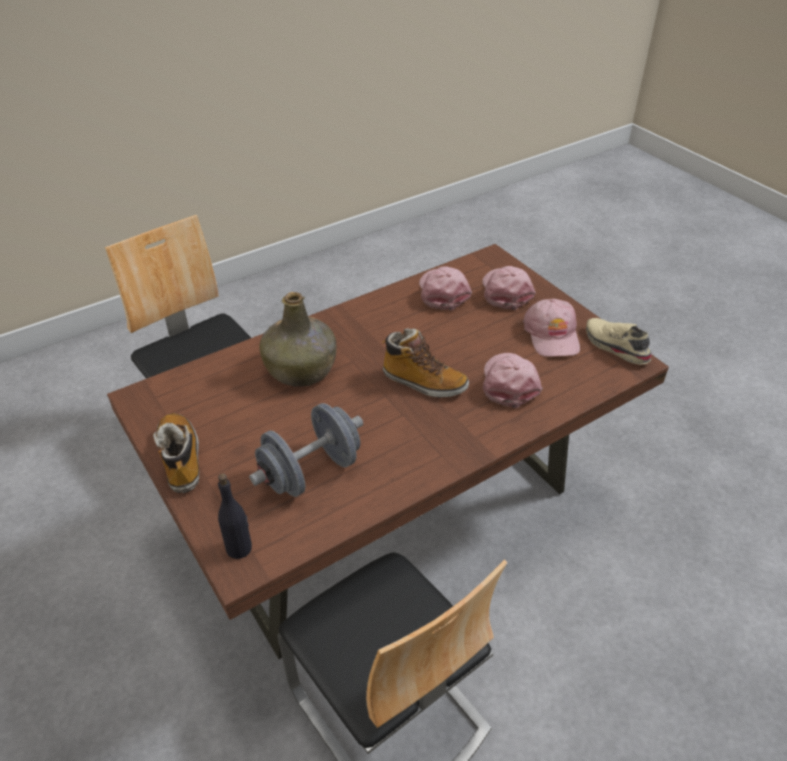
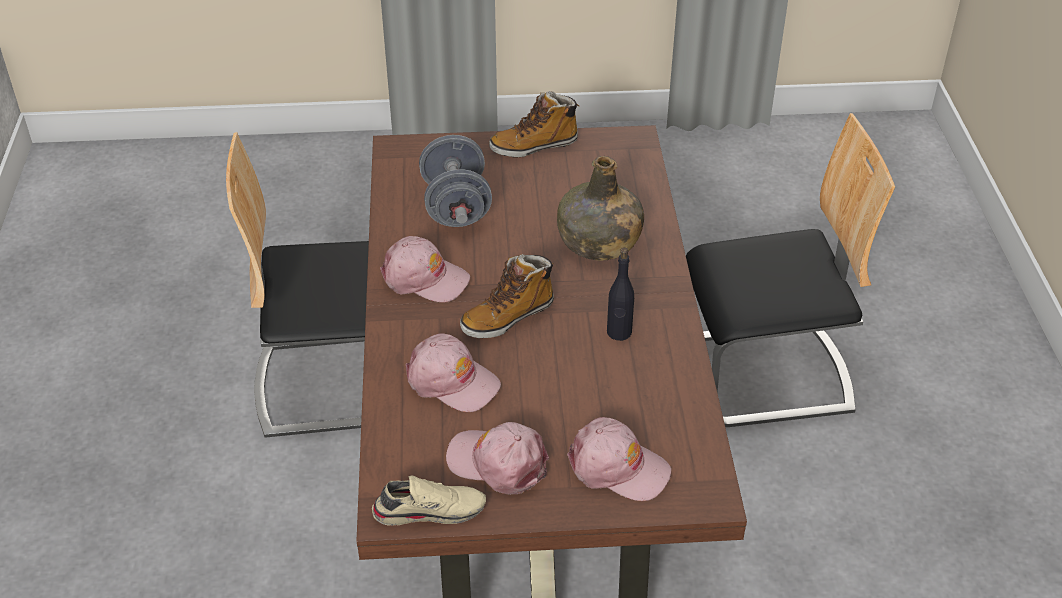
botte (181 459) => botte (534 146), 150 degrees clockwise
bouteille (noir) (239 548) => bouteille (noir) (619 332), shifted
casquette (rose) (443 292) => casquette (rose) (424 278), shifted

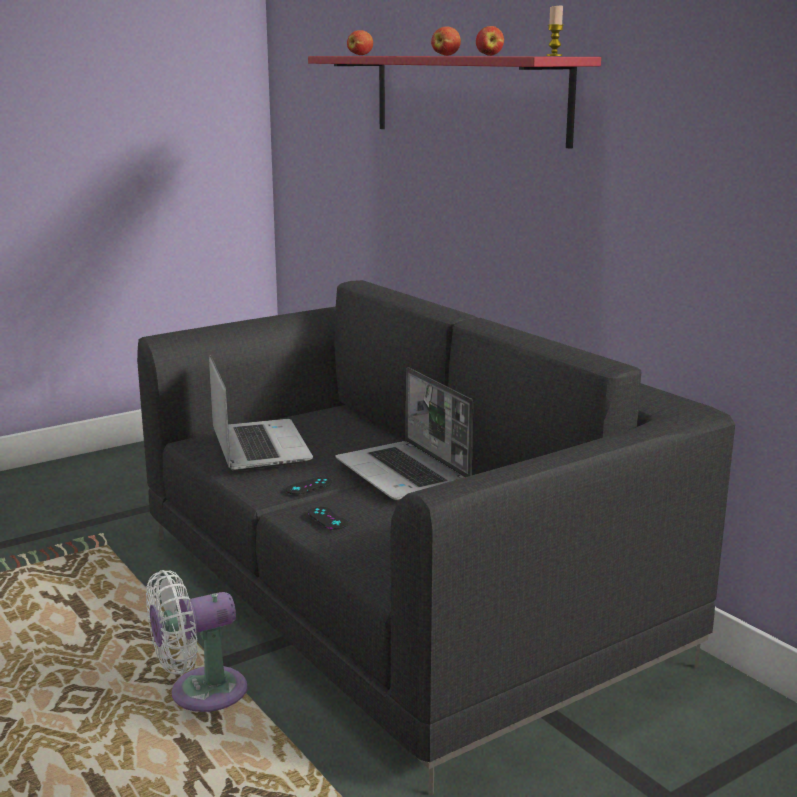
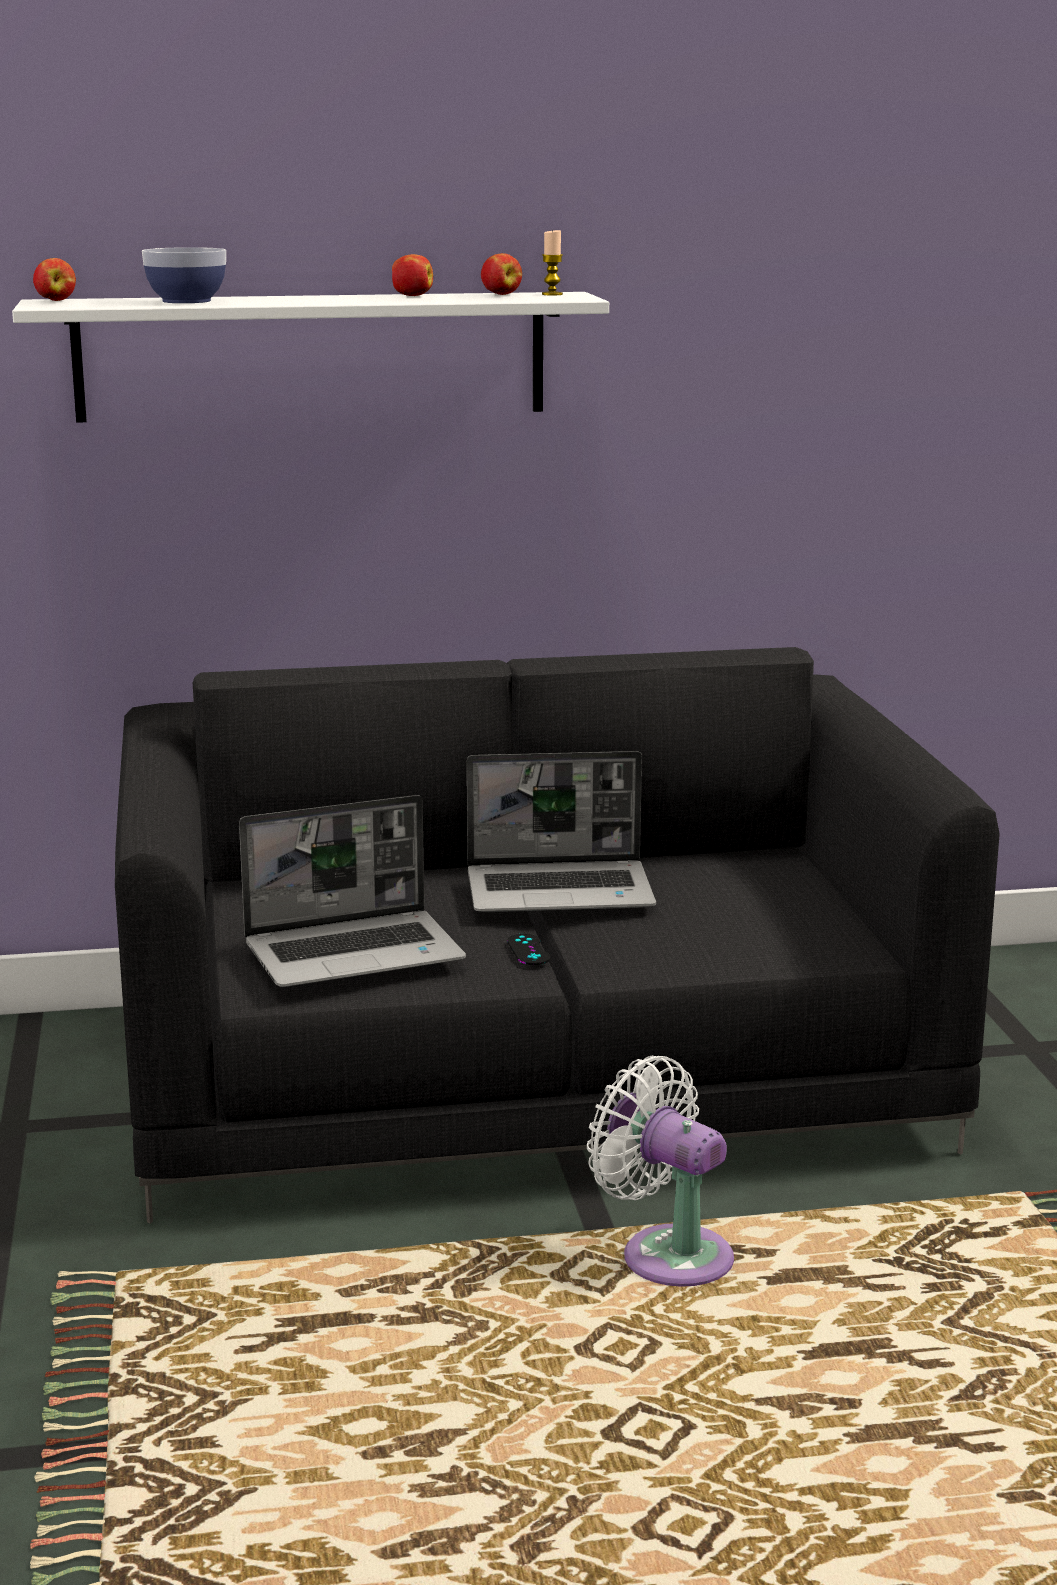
ventilateur (blanc) (200 694) => ventilateur (blanc) (668 1254), 135 degrees clockwise
ordinateur portable (258 447) => ordinateur portable (356 953), 150 degrees clockwise
étagère (rouge) (467 97) => étagère (blanc) (311 356)
manette (noir) (327 518) => nothing
pomme (446 55) => pomme (500 294), shifted
nothing => bol (186 301)

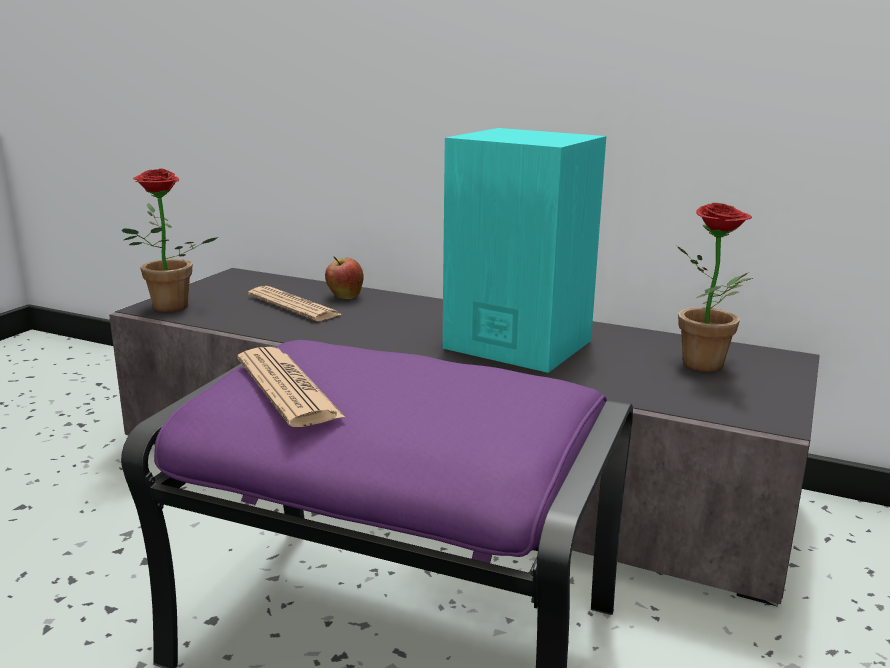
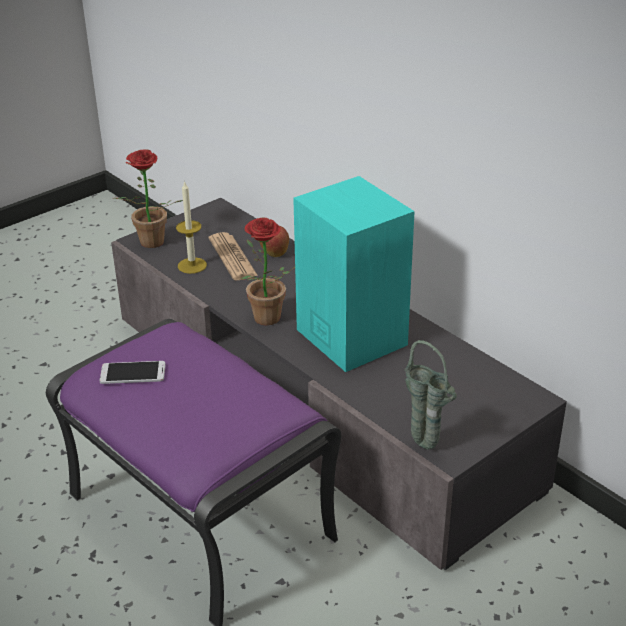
journal (287 388) => téléphone (133 373)
plante en pot (709 367) => plante en pot (267 321), shifted
nothing => bougie (192 265)
nothing => vase (vert) (427 448)

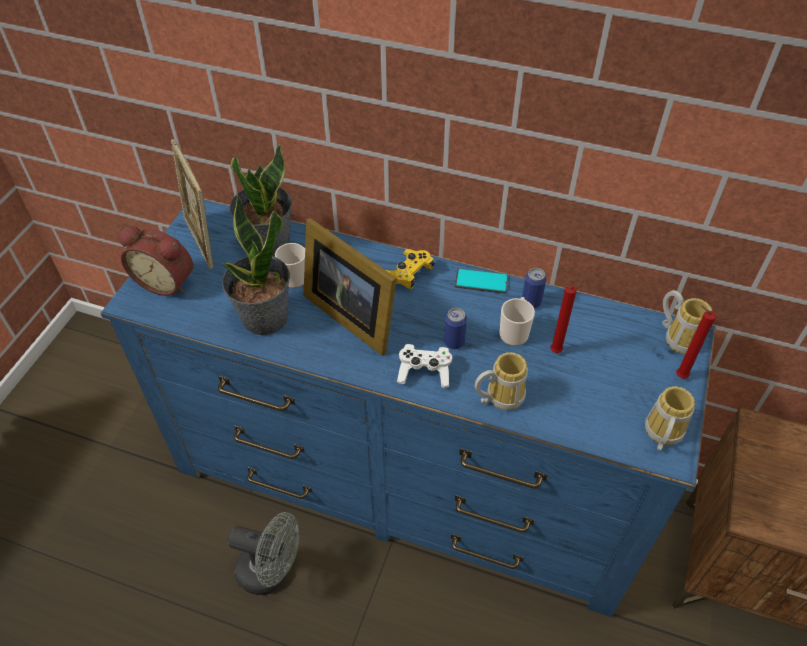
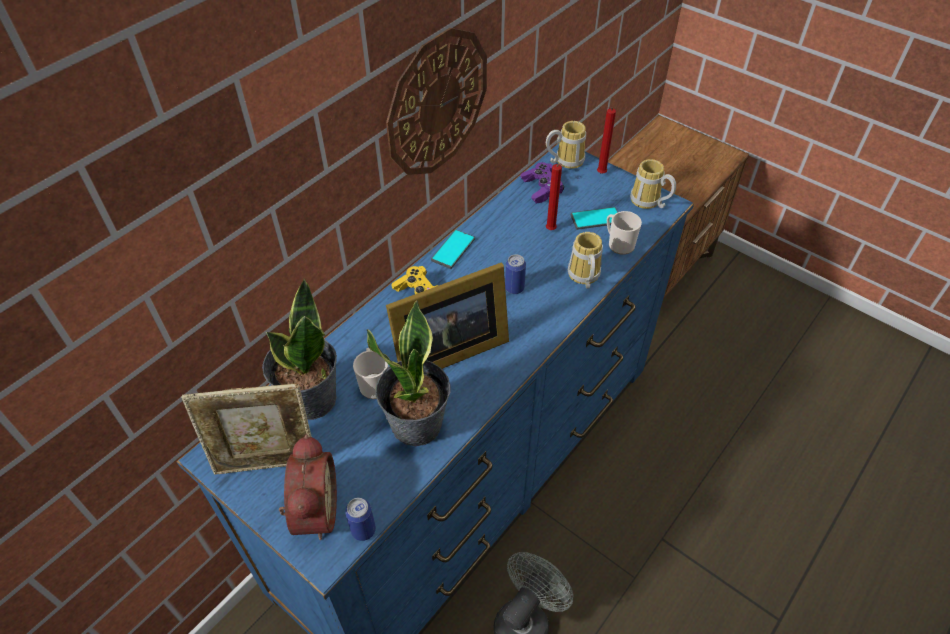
réveil (167 281) => réveil (312 511), 45 degrees counterclockwise
manette (blanc) (424 372) => nothing
mug (514 332) => mug (618 244), shifted
boîte métallique (531 302) => boîte métallique (363 530), shifted
nothing => horloge murale (437 103)
nothing => manette (violet) (541 189)
nothing => téléphone (595 219)

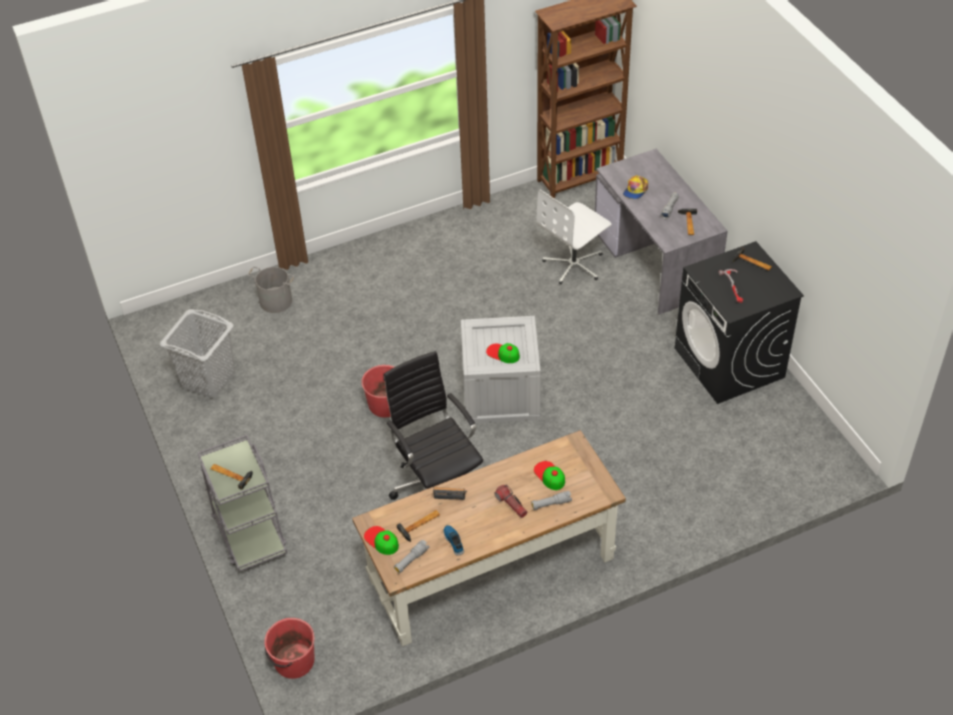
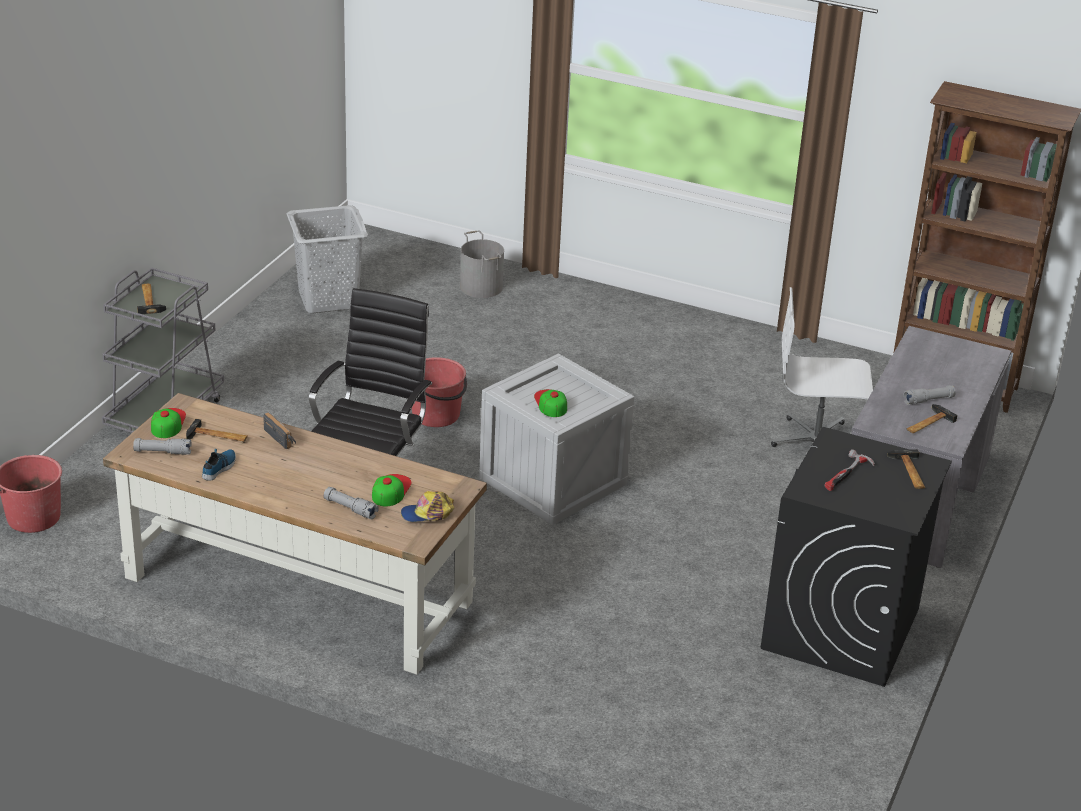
lampe de poche (511 505) => nothing
casquette (635 190) => casquette (427 514), shifted

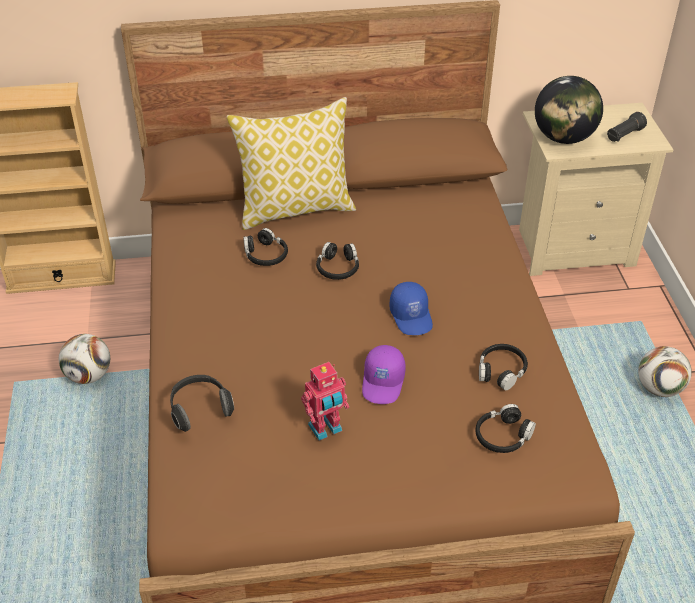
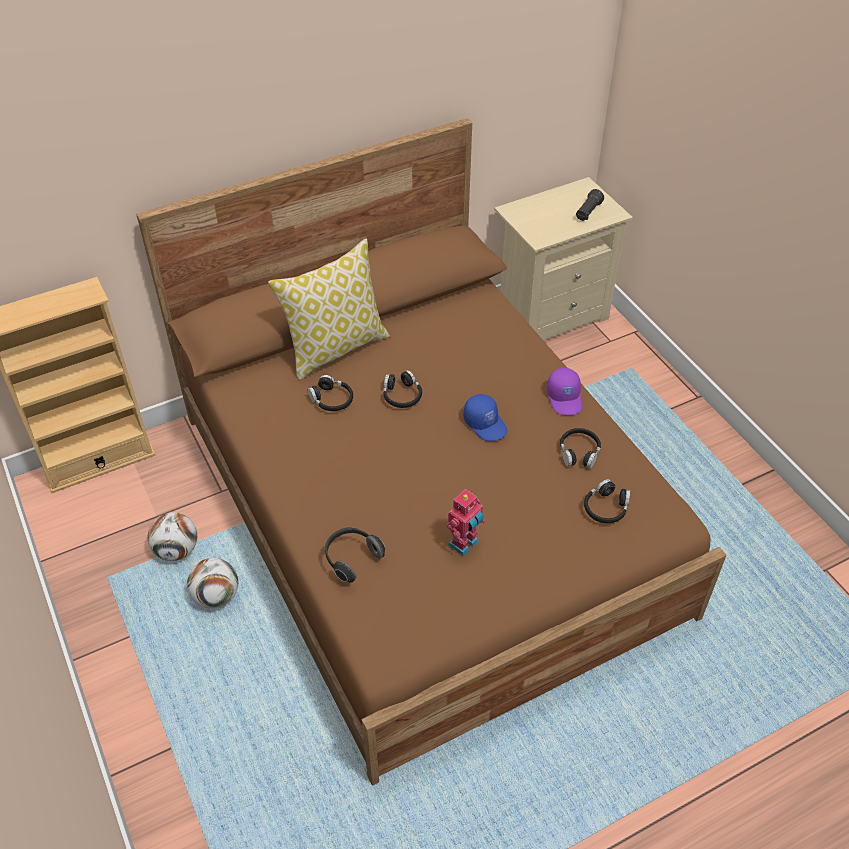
casquette (violet) (383 382) => casquette (violet) (565 398), shifted
globe (563 138) => nothing
ballon de foot (659 388) => ballon de foot (216 596), shifted

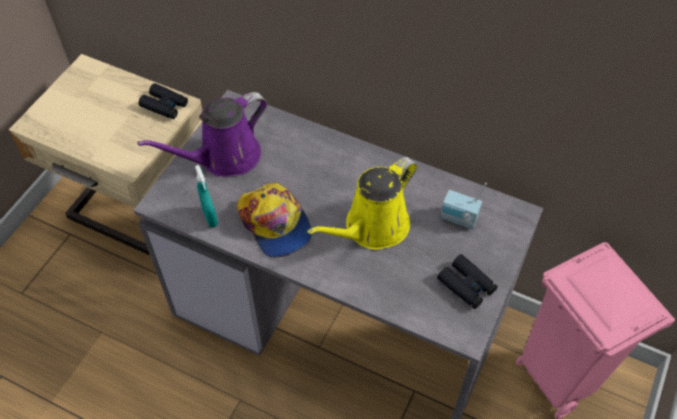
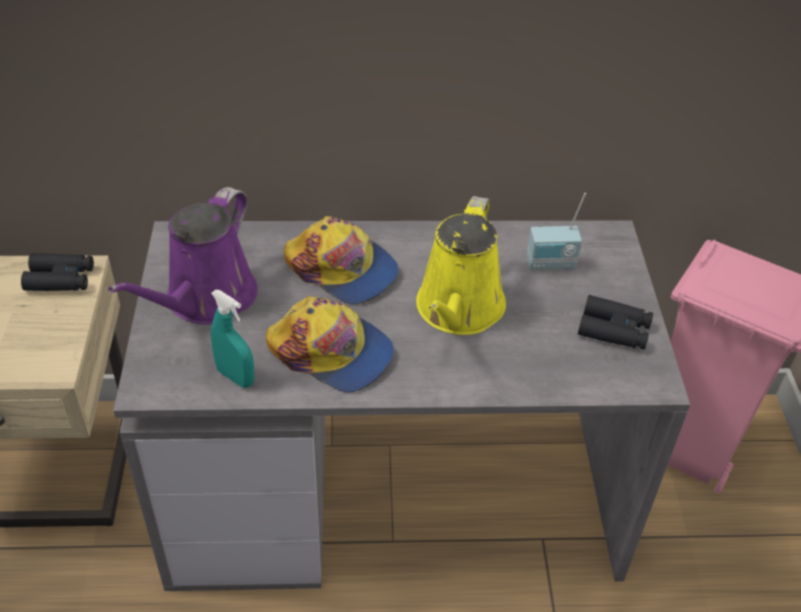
nothing => casquette (342 269)

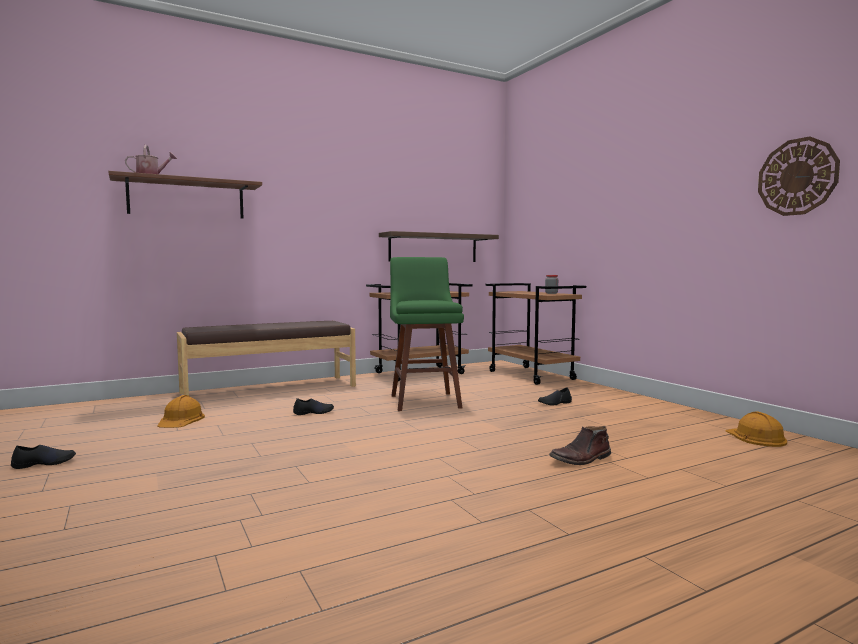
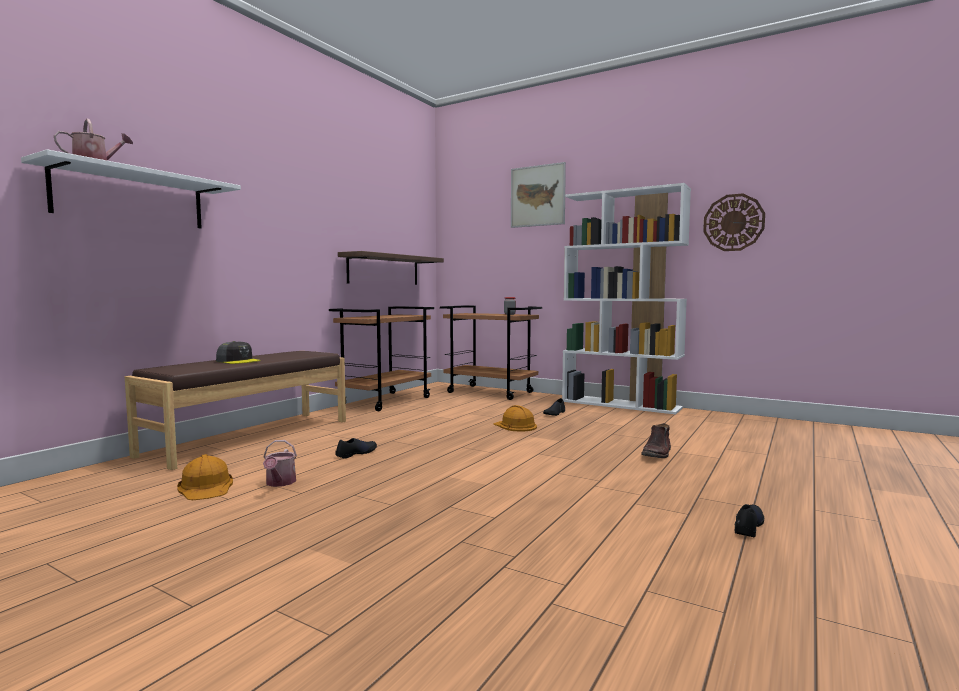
chaussure (noir) (44 463) => chaussure (noir) (748 526), shifted
étagère (marron) (187 199) => étagère (blanc) (131 198)
tabouret (vert) (424 400) => nothing
casque de chantier (orange) (756 437) => casque de chantier (orange) (515 426), shifted
nothing => casquette (gris) (238 361)
nothing => arrosoir (280 483)
nothing => tableau (537 196)
nothing => bibliothèque (blanc) (621 404)

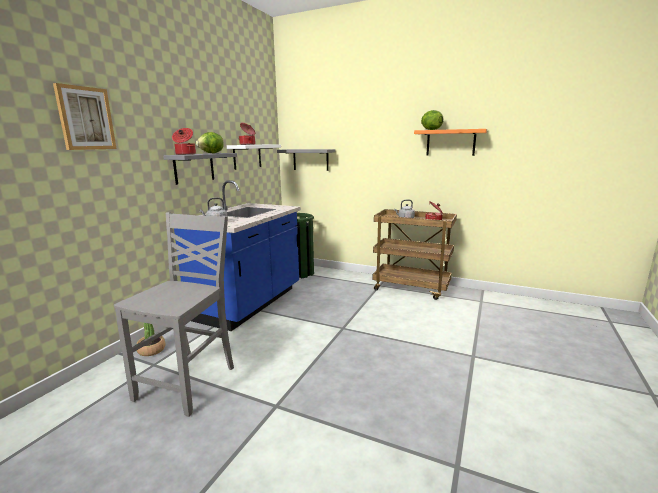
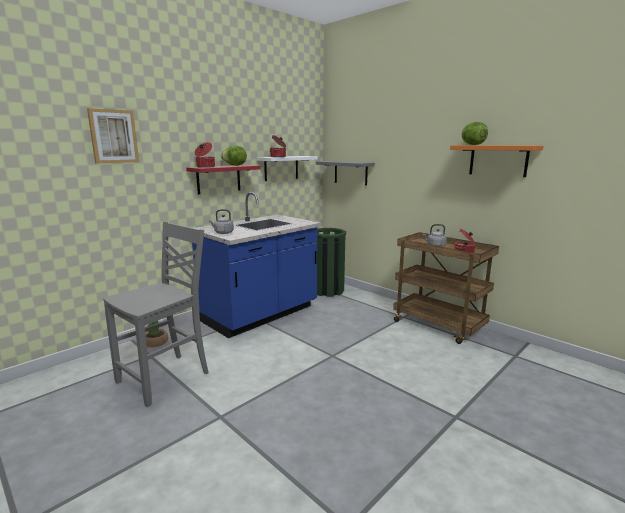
étagère (gris) (194 168) => étagère (rouge) (218 179)

